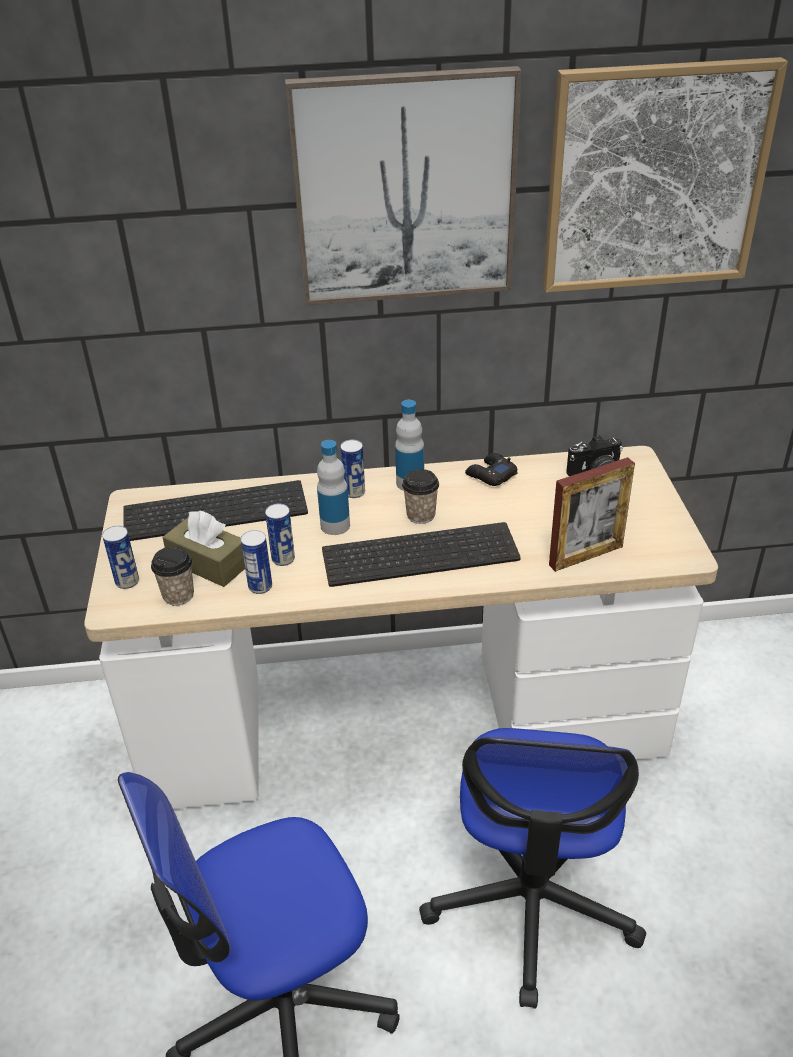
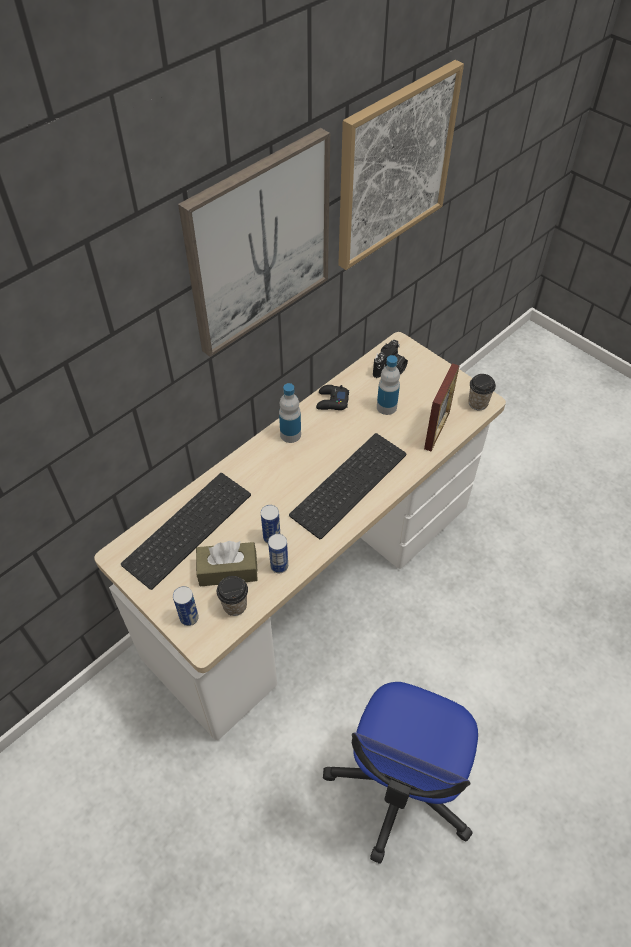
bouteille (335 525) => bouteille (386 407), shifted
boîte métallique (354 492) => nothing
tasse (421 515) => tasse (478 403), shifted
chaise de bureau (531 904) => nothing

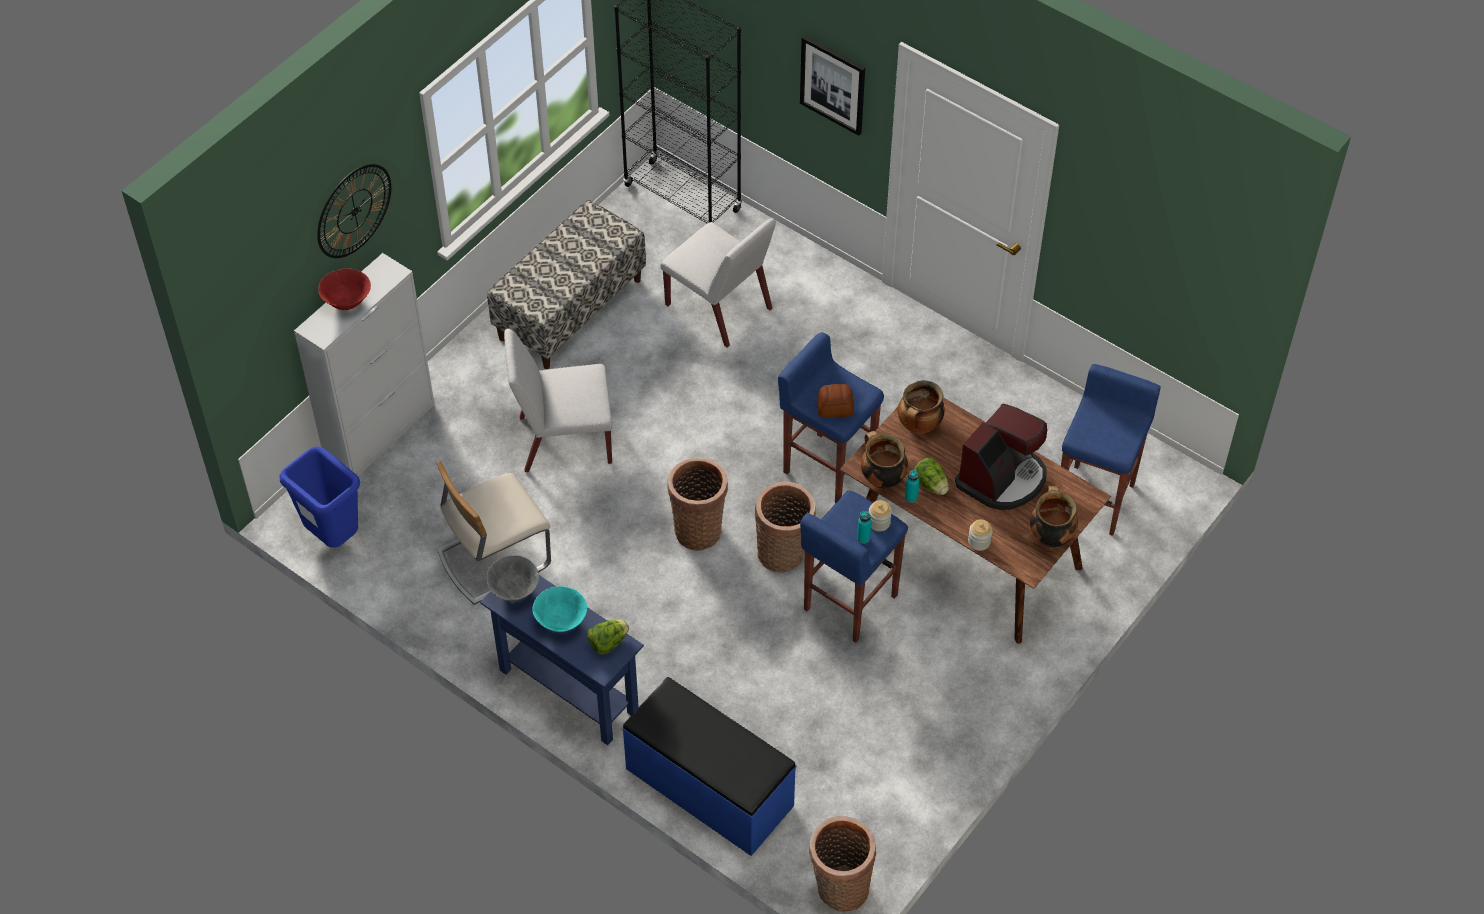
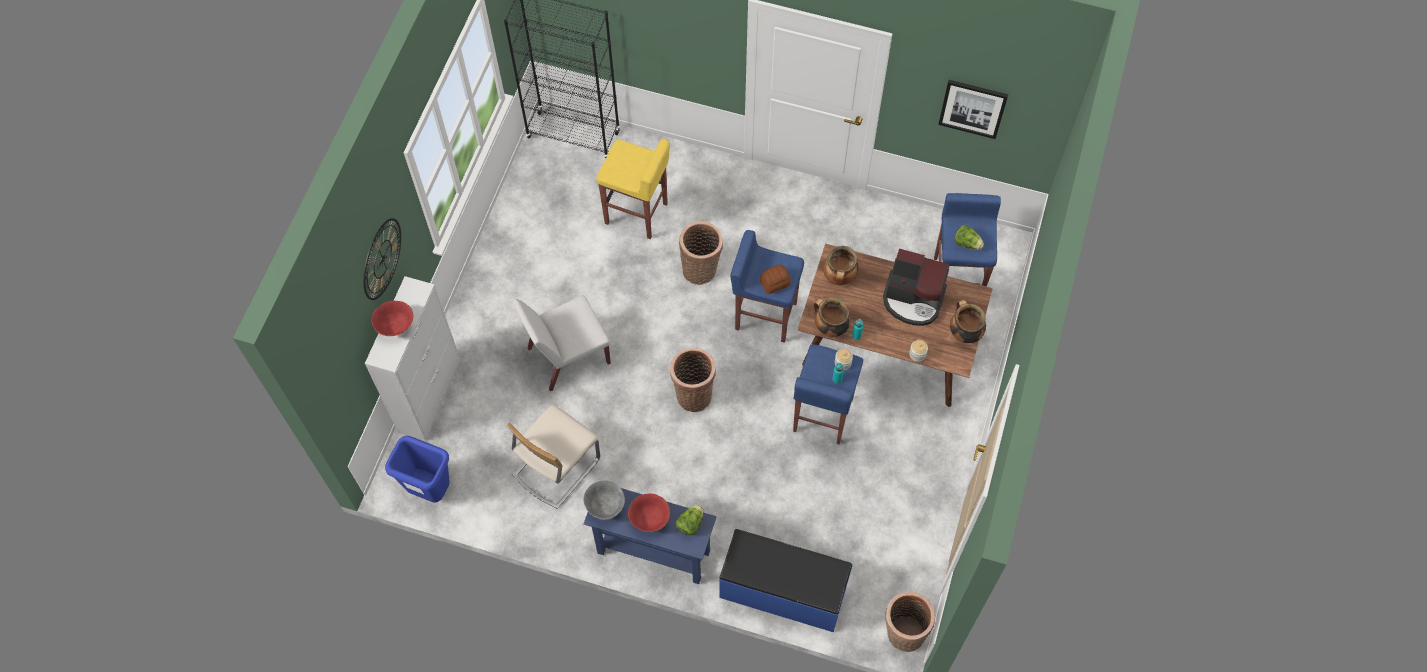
banc (570 308) => nothing
bol (turquoise) (561 622) => bol (rouge) (650 519)
chaise (blanc) (720 308) => tabouret (jaune) (637 214)
panier (784 553) => panier (701 269), shifted
tableau (833 84) => tableau (972 108), shifted
laitue (931 484) => laitue (967 243), shifted
machine à café (1002 478) => machine à café (913 299), 90 degrees clockwise

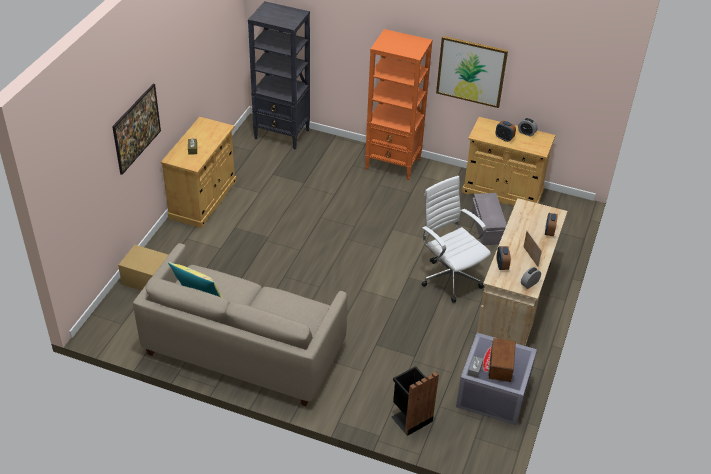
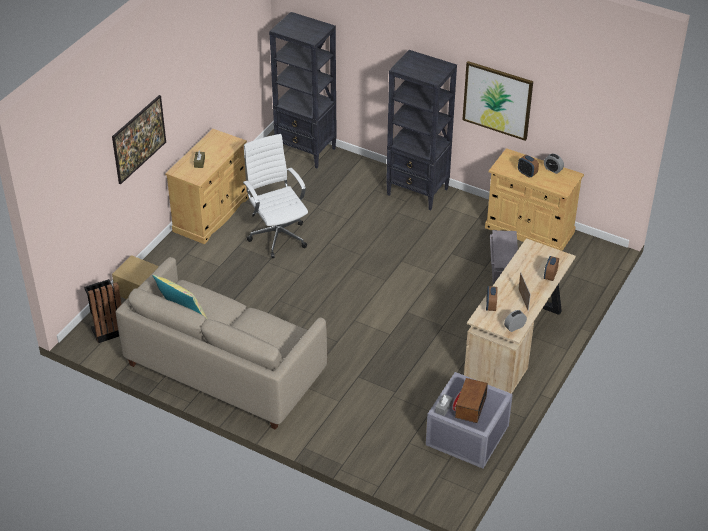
bibliothèque (orange) (393 164) => bibliothèque (noir) (418 192)
poubelle (noir) (410 418) => poubelle (noir) (107 329), shifted
chaise de bureau (blanc) (449 277) => chaise de bureau (blanc) (277 235), shifted

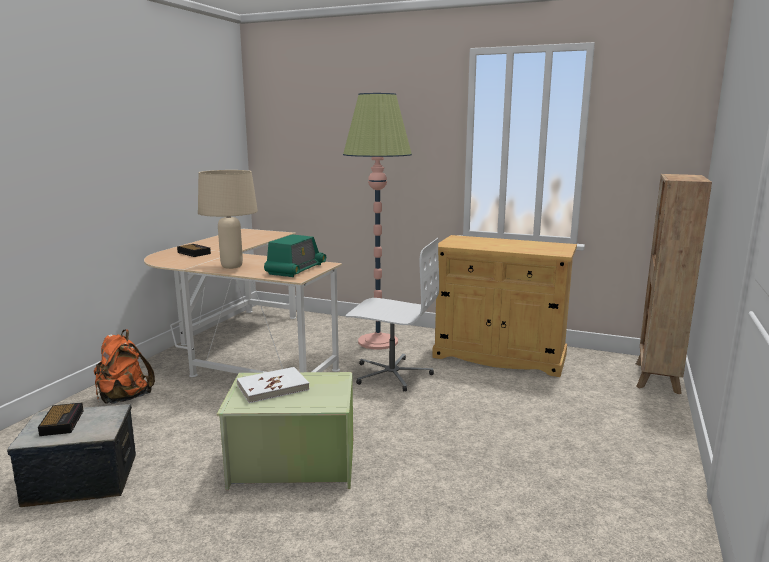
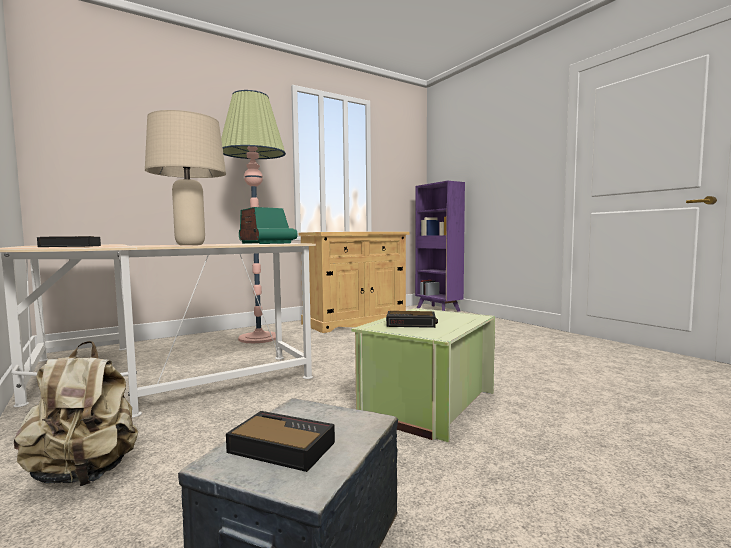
sac à dos (orange) (124 398) => sac à dos (beige) (85 474)
livre (blanc) (272 387) => réveil (412 324)
chaise de bureau (blanc) (392 374) => nothing
bibliothèque (marron) (657 378) => bibliothèque (violet) (438 309)

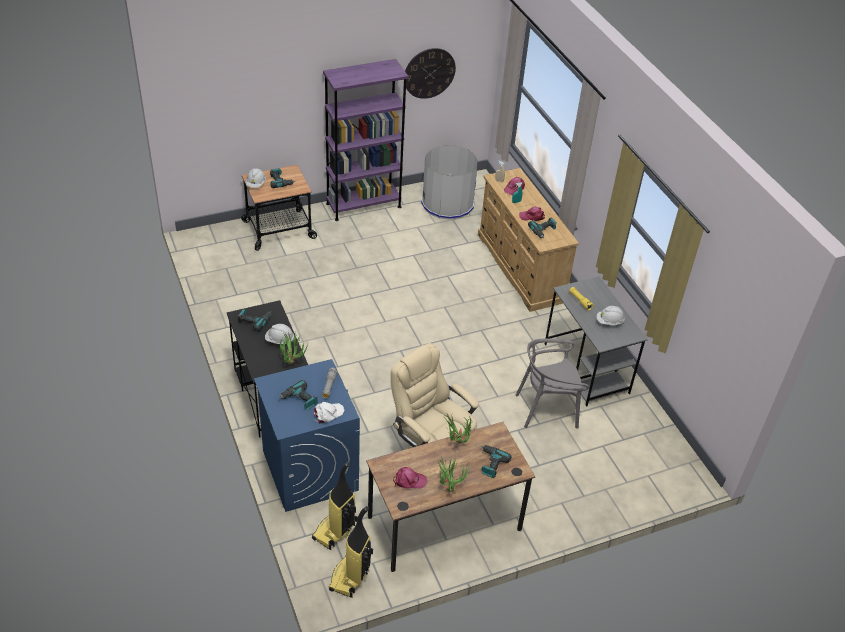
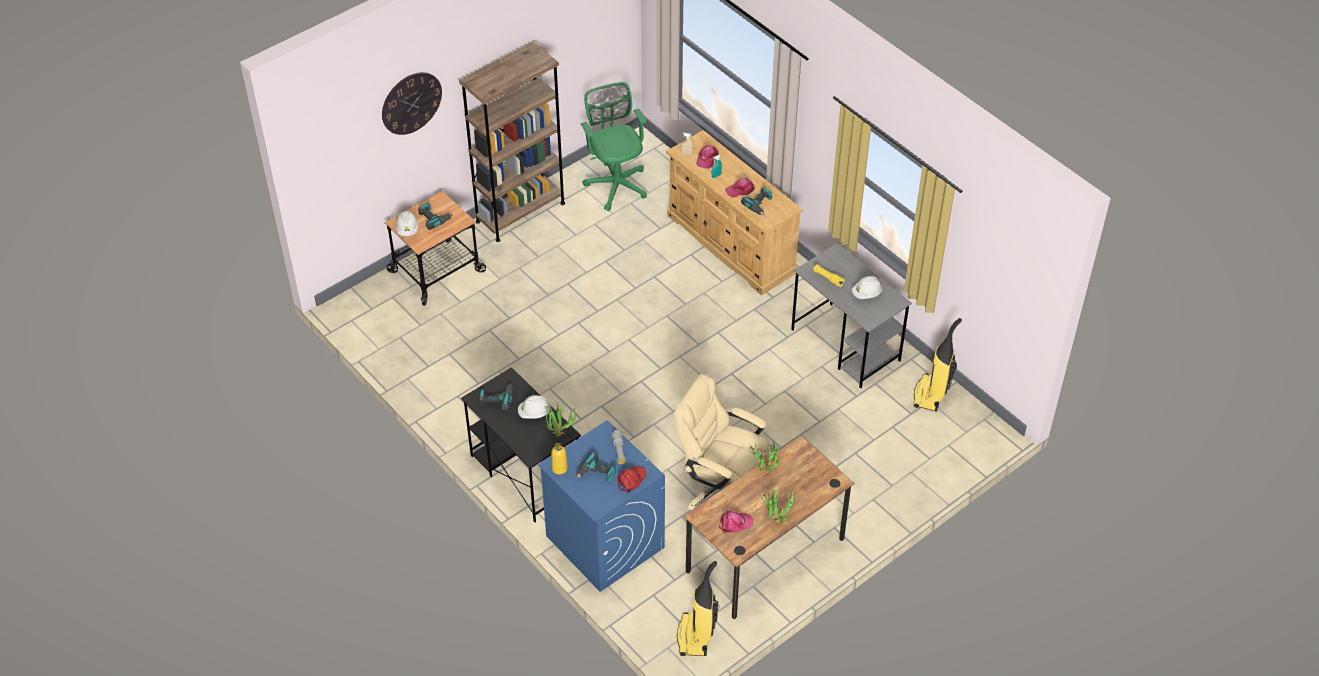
aspirateur (335 531) => aspirateur (930 395), shifted
casquette (blanc) (327 414) => casquette (rouge) (631 480)
bibliothèque (violet) (363 205) => bibliothèque (marron) (520 212)
horloge murale (429 73) => horloge murale (411 103), shifted
poubelle (gris) (447 203) => chaise de bureau (vert) (616 183)
perceuse (491 464) => nothing
chaise (gris) (547 409) => nothing
nothing => bouteille (jaune) (559 468)

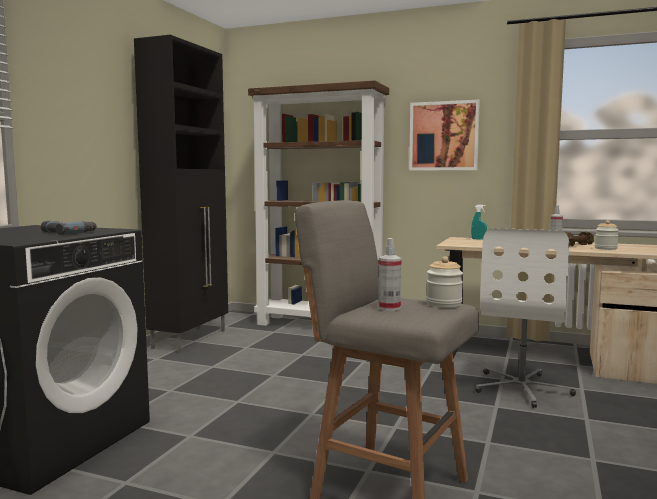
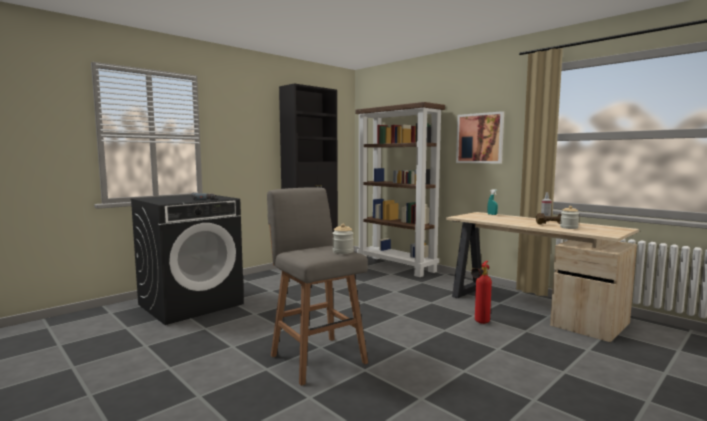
vaporisateur (389 308) => nothing
chaise de bureau (blanc) (522 388) => extincteur (480 323)

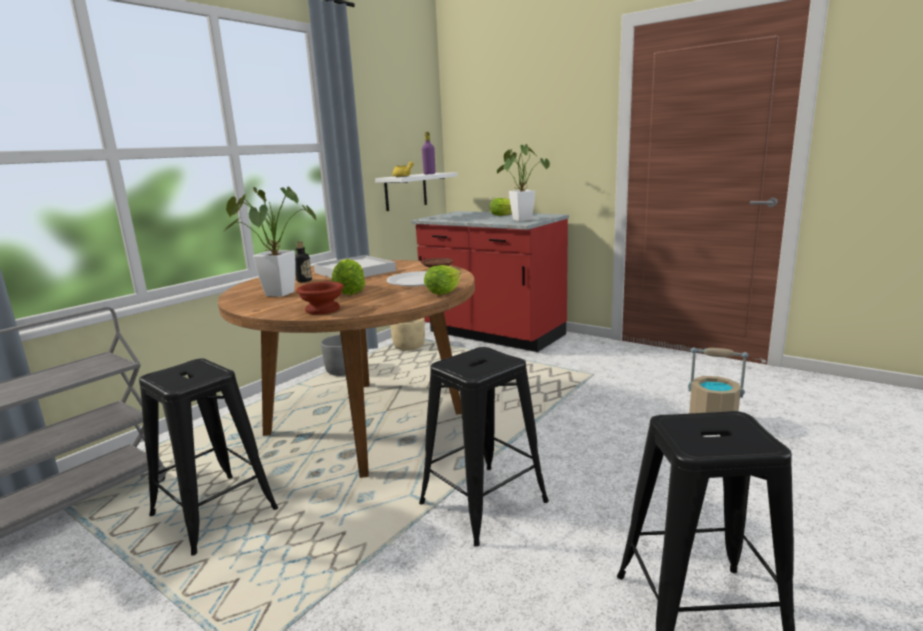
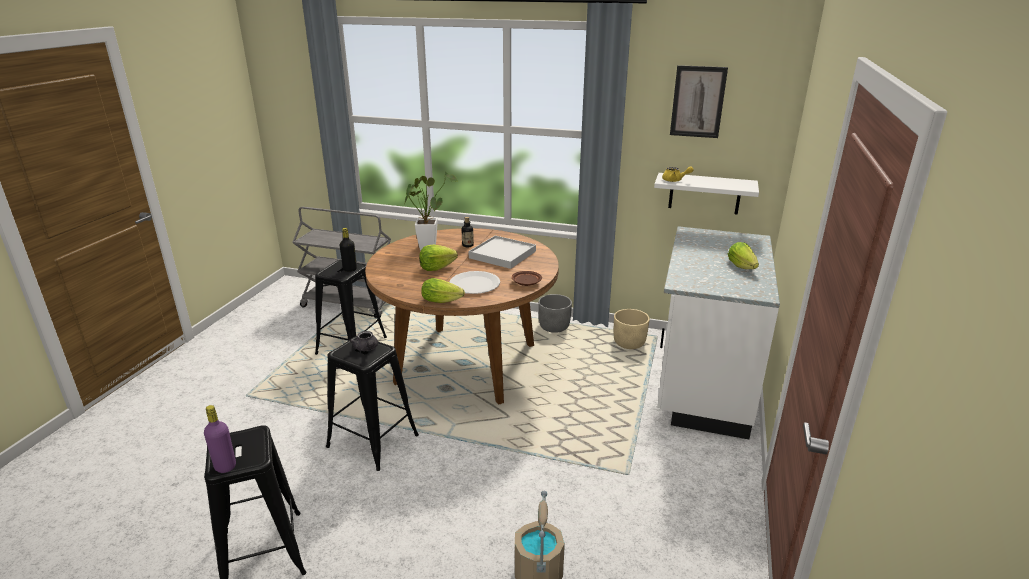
bol (marron) (322 309) => nothing
comptoir de cuisine (rouge) (492 334) => comptoir de cuisine (blanc) (702 385)
bouteille (violet) (429 174) => bouteille (violet) (225 466), shifted
plante en pot (520 219) => nothing
nothing => bouteille (noir) (350 269)
nothing => théière (gris) (366 348)
nothing => tableau (698 102)

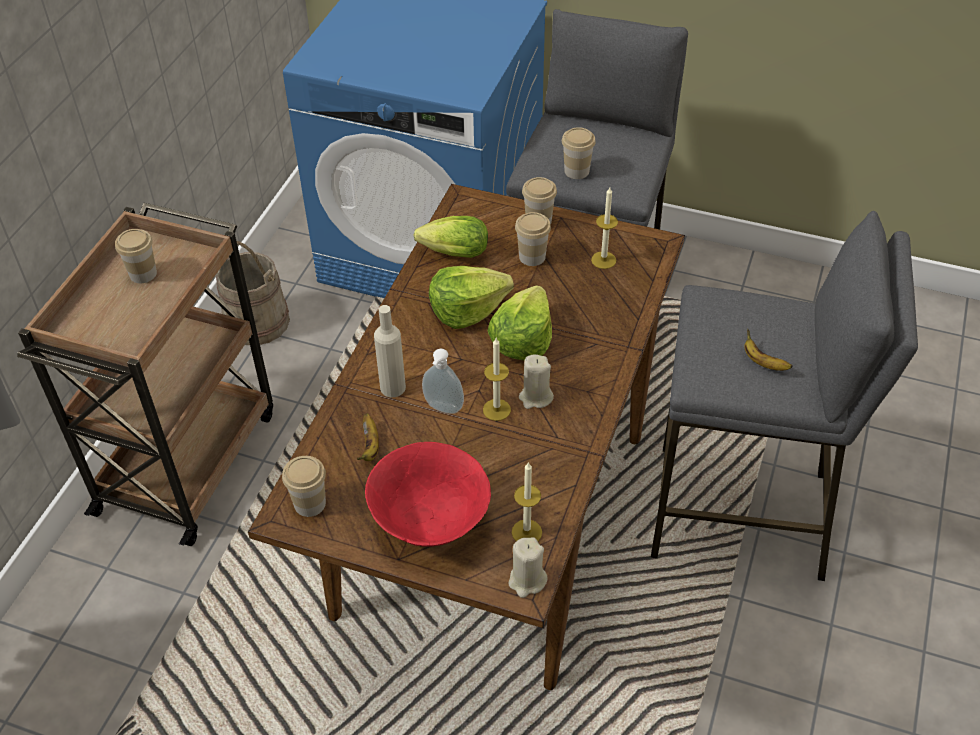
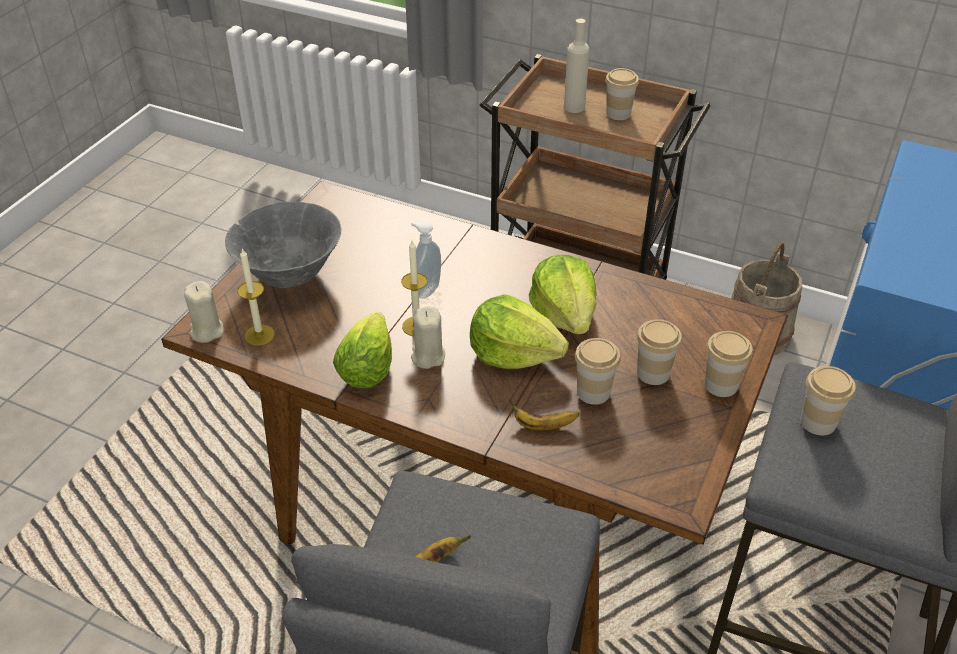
tasse (310 503) => tasse (593 392), shifted
banane (370 446) => banane (543 425), shifted
bol (rouge) (431 525) => bol (gris) (290 276)
bouteille (beige) (393 387) => bouteille (beige) (574 107), shifted
laitue (451 253) => laitue (368 365), shifted
bougie (603 260) => nothing

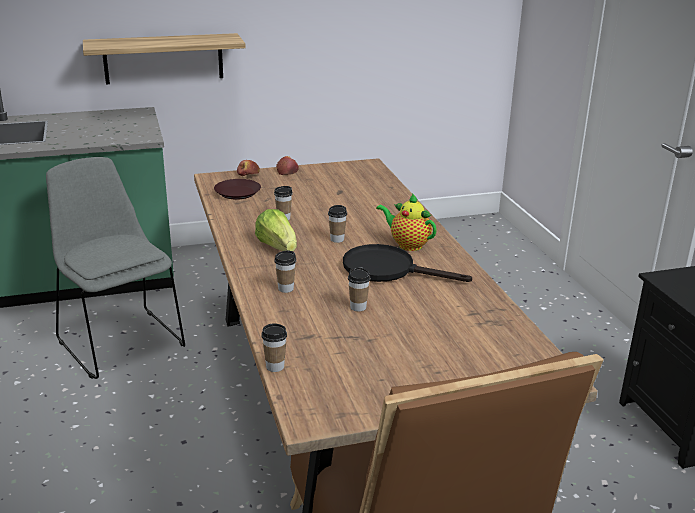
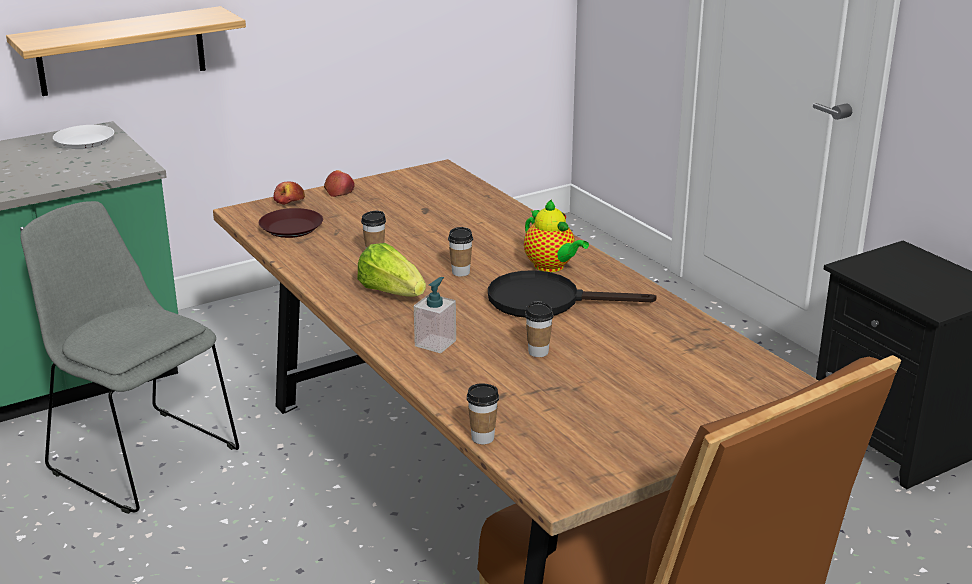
tasse (285 289) => distributeur de savon (435 343)
théière (407 244) => théière (551 267), 150 degrees counterclockwise
nothing => assiette (blanc) (84 141)

